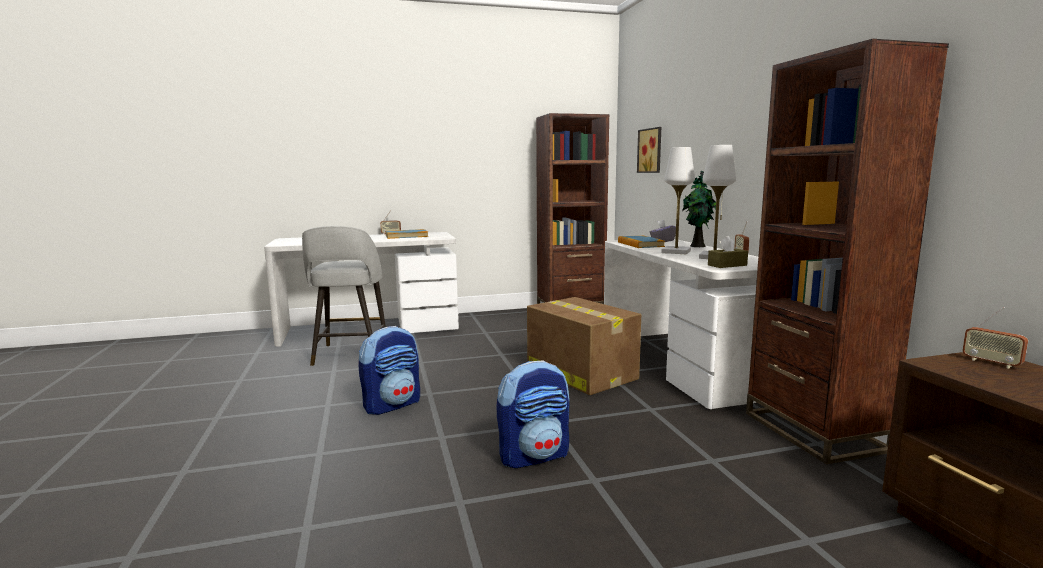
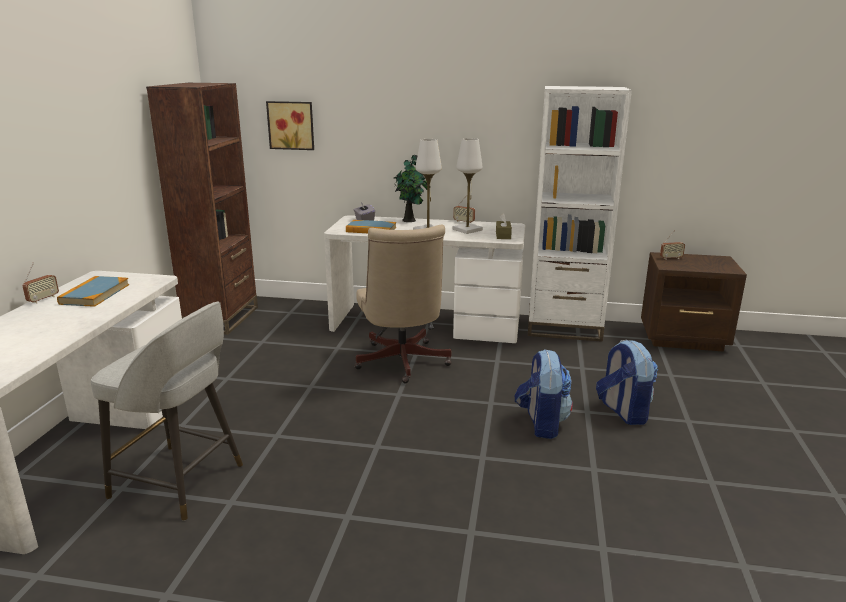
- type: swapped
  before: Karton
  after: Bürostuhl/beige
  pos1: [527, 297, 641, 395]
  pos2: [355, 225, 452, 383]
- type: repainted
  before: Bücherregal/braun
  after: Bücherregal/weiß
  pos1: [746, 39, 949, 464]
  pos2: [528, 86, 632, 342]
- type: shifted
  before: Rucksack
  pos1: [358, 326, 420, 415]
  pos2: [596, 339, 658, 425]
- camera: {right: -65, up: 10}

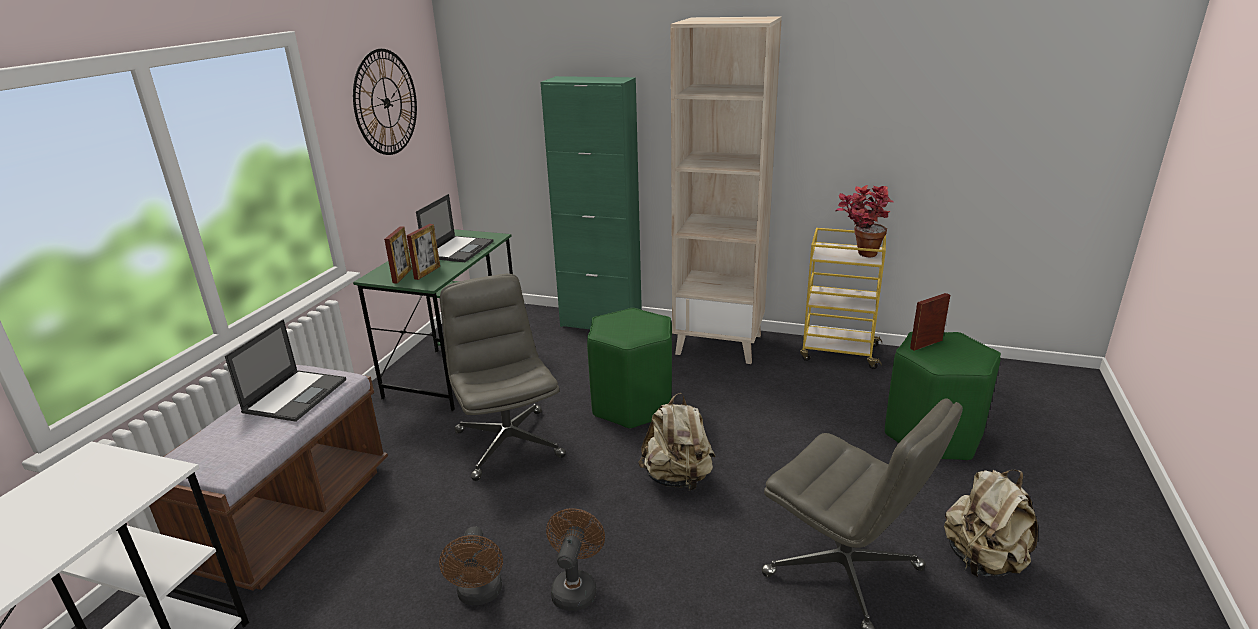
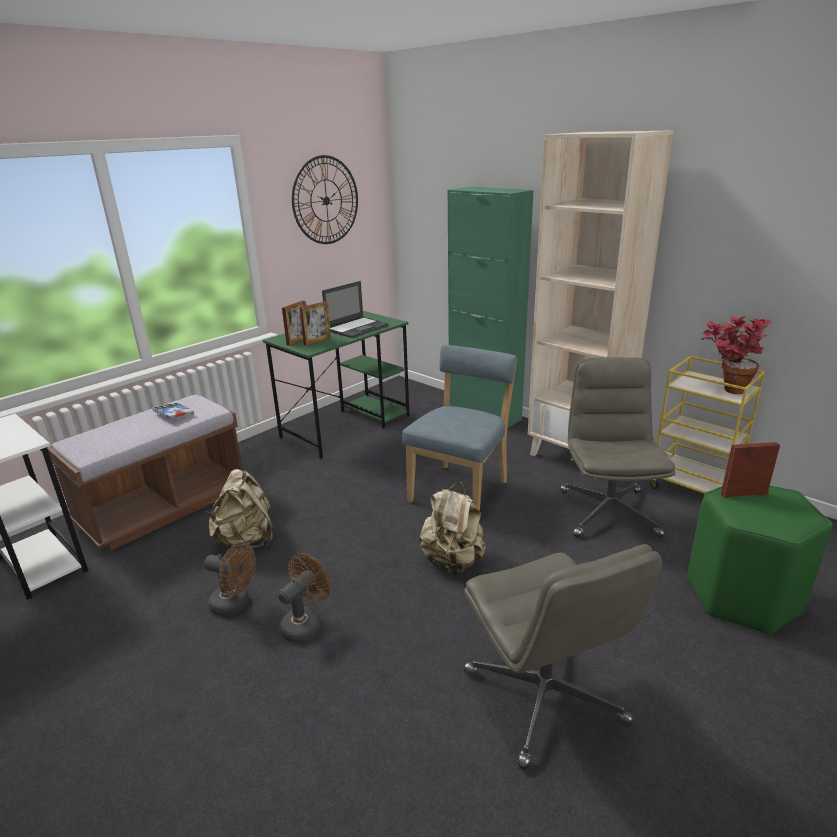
- type: swapped
  before: Laptop
  after: Buch
  pos1: [225, 319, 346, 422]
  pos2: [153, 403, 194, 420]
- type: rotated
  before: Ventilator/braun
  pos1: [439, 526, 503, 605]
  pos2: [204, 542, 256, 616]
  turn: -90
- type: shifted
  before: Rucksack/beige
  pos1: [944, 470, 1038, 577]
  pos2: [206, 469, 273, 549]
- type: swapped
  before: Hocker/grün
  after: Stuhl/blau
  pos1: [587, 308, 672, 429]
  pos2: [402, 345, 517, 510]
- type: shifted
  before: Bürostuhl/grau
  pos1: [440, 274, 566, 481]
  pos2: [560, 357, 675, 538]
- camera: {right: 25, up: 0}

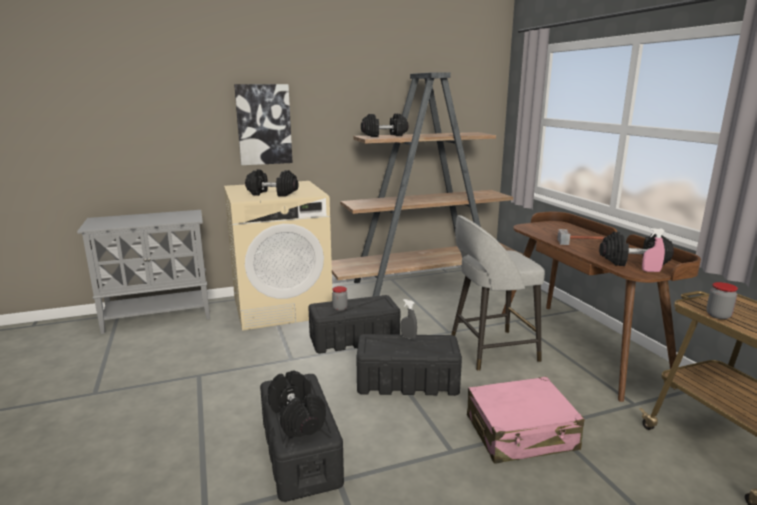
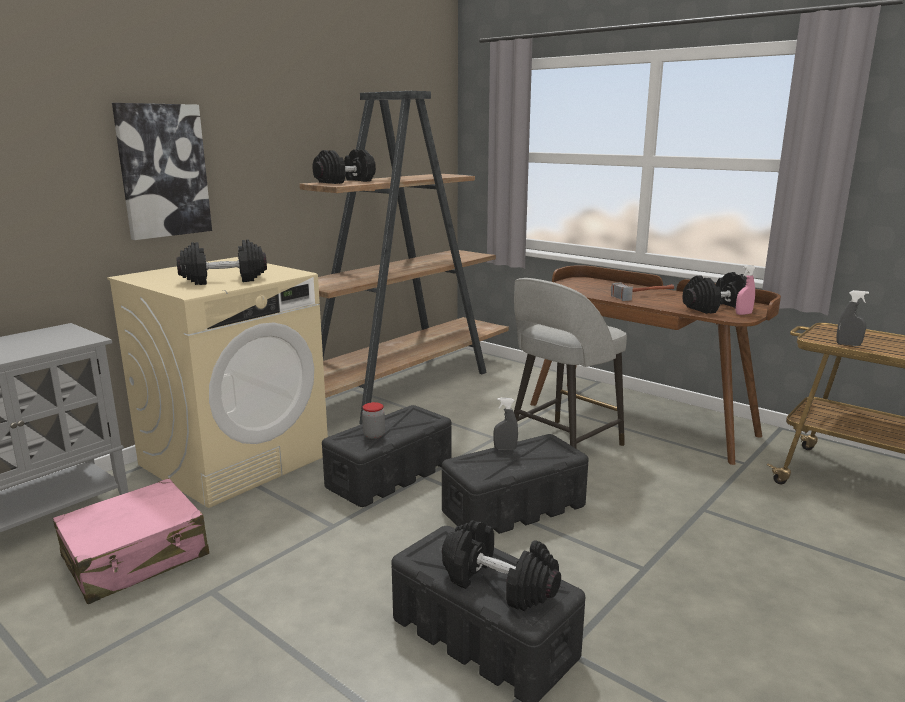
- type: shifted
  before: Koffer/rosa
  pos1: [467, 377, 585, 464]
  pos2: [53, 478, 209, 604]
- type: swapped
  before: Vorratsglas
  after: Sprühflasche/grau
  pos1: [706, 282, 738, 319]
  pos2: [836, 290, 869, 346]
- camera: {right: -30, up: 0}

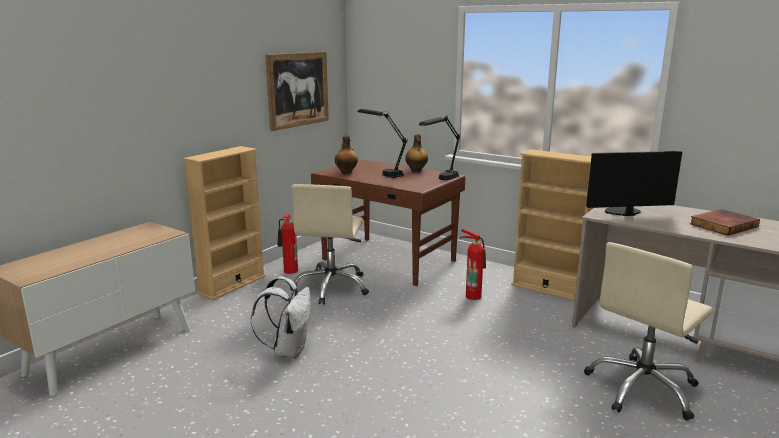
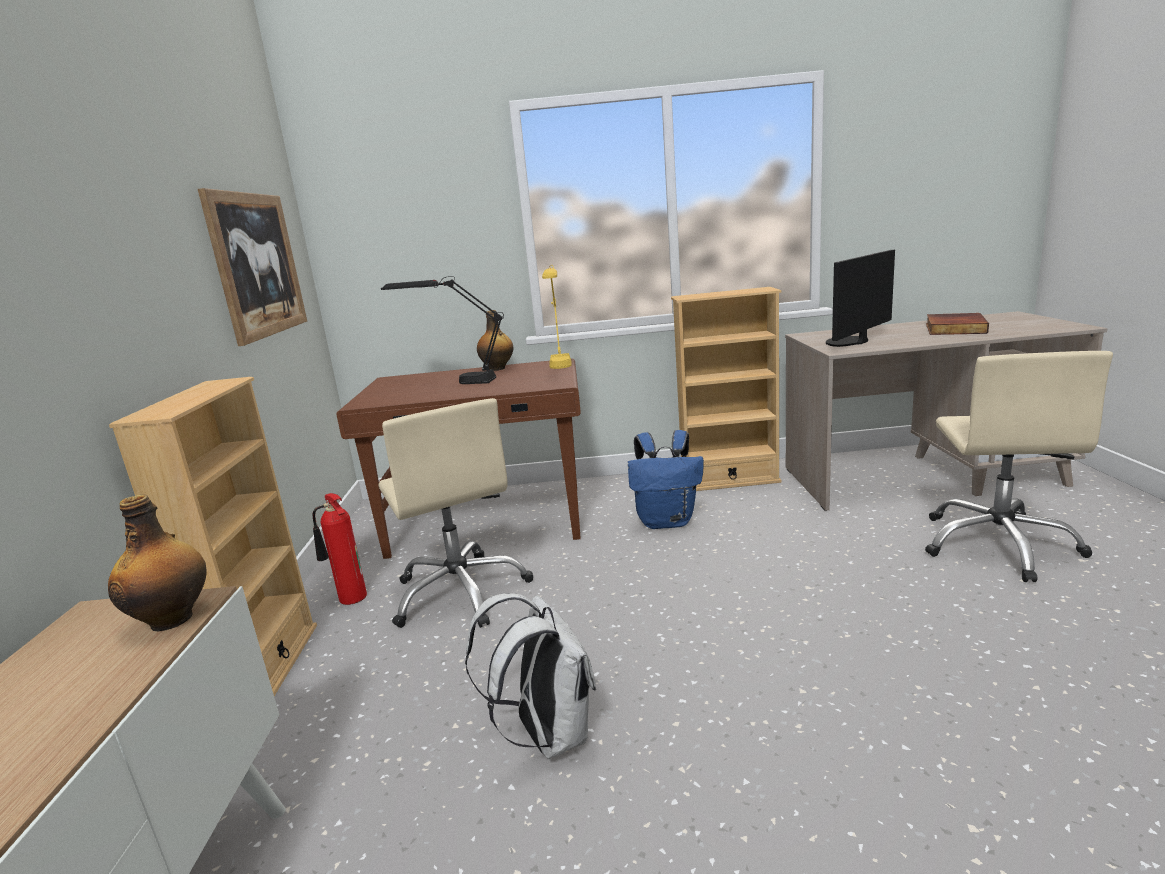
- type: shifted
  before: Flasche
  pos1: [335, 135, 358, 174]
  pos2: [108, 494, 207, 631]
- type: repainted
  before: Tischlampe/schwarz
  after: Tischlampe/gelb
  pos1: [419, 115, 460, 180]
  pos2: [542, 265, 572, 369]
- type: swapped
  before: Feuerlöscher
  after: Rucksack/blau
  pos1: [460, 229, 486, 300]
  pos2: [628, 430, 704, 529]
- camera: {right: -35, up: 0}

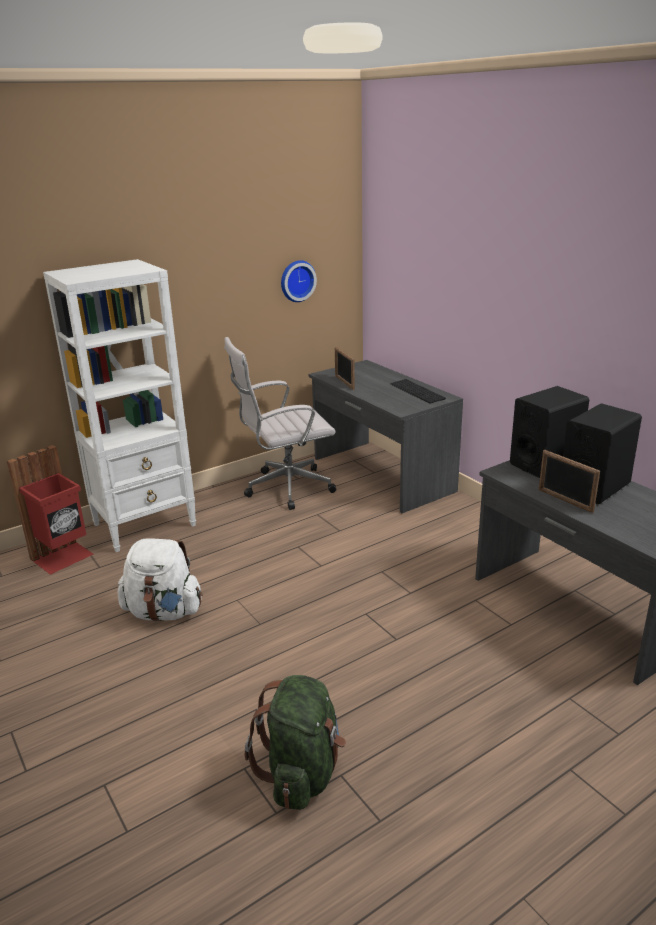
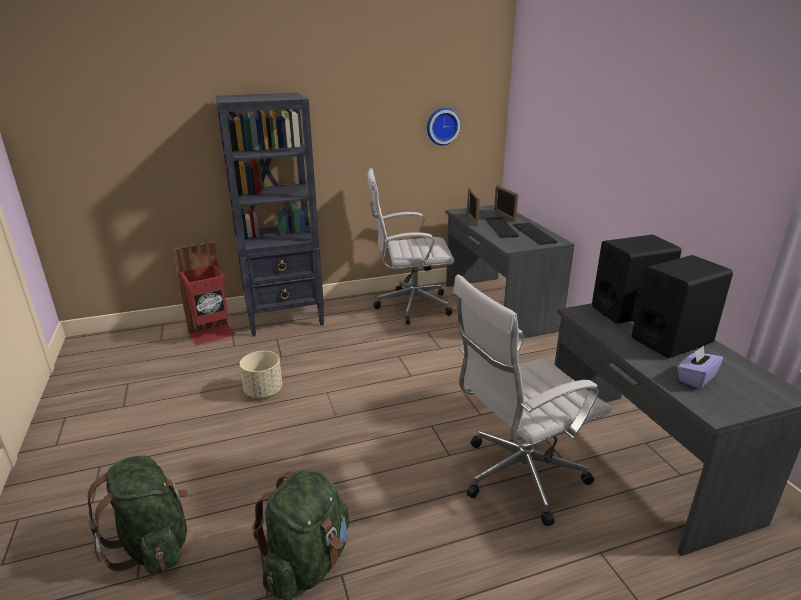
- type: new
  after: Rucksack/grün
  pos2: [87, 455, 189, 574]
- type: repainted
  before: Bücherregal/weiß
  after: Bücherregal/schwarz
  pos1: [43, 259, 196, 552]
  pos2: [215, 93, 324, 337]
- type: swapped
  before: Rucksack/weiß
  after: Pflanzkübel/beige
  pos1: [118, 538, 202, 621]
  pos2: [240, 351, 282, 398]
- type: new
  after: Bürostuhl/weiß
  pos2: [453, 275, 612, 526]
- type: new
  after: Tastatur
  pos2: [485, 217, 519, 238]
- type: shifted
  before: Bilderrahmen
  pos1: [539, 450, 600, 513]
  pos2: [494, 185, 519, 222]
- type: new
  after: Taschentuchbox/lila
  pos2: [677, 346, 723, 389]
- camera: {right: 15, up: 0}

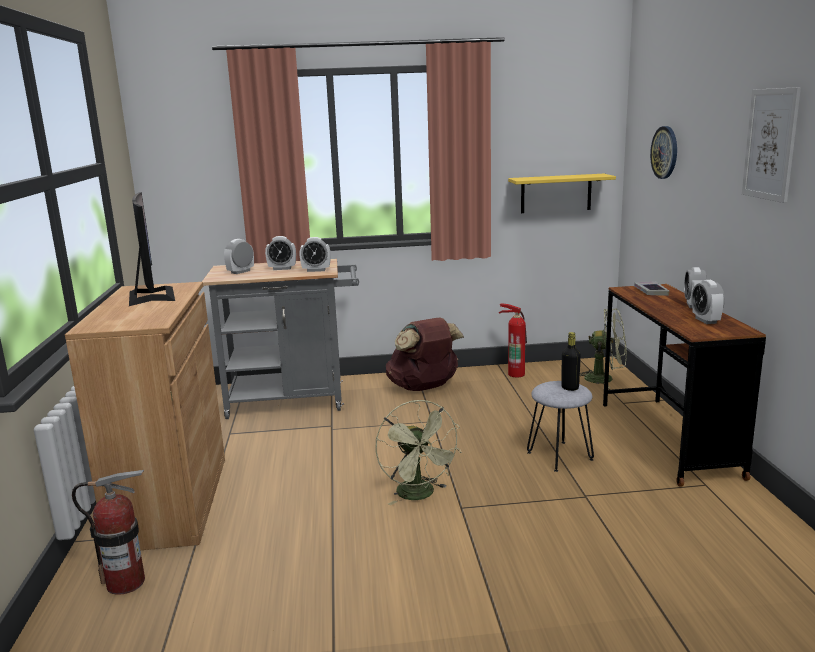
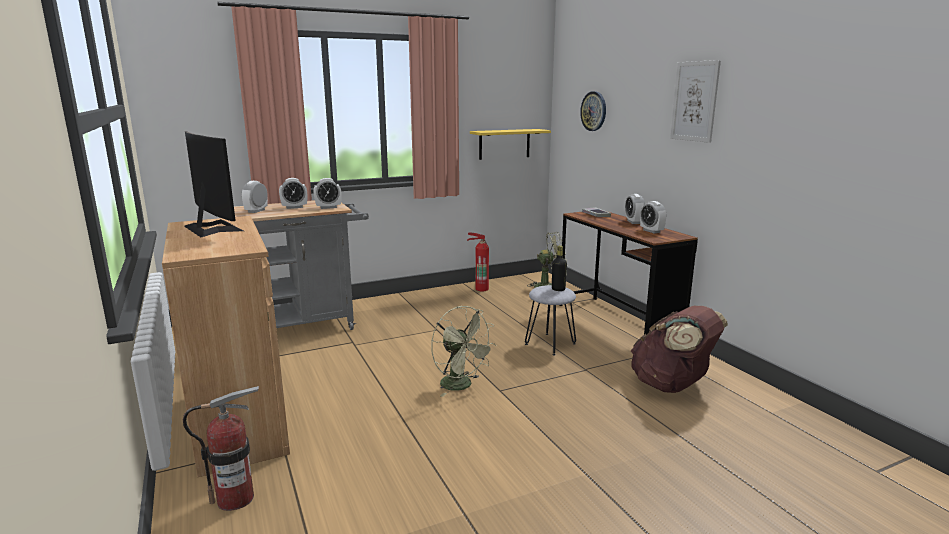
- type: shifted
  before: Rucksack/braun
  pos1: [386, 318, 464, 391]
  pos2: [631, 306, 728, 393]
- camera: {right: -20, up: 0}

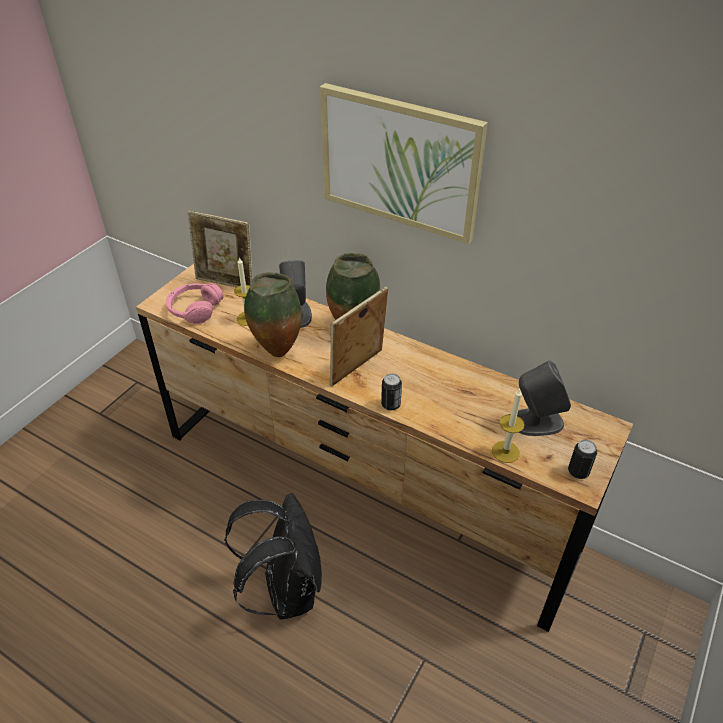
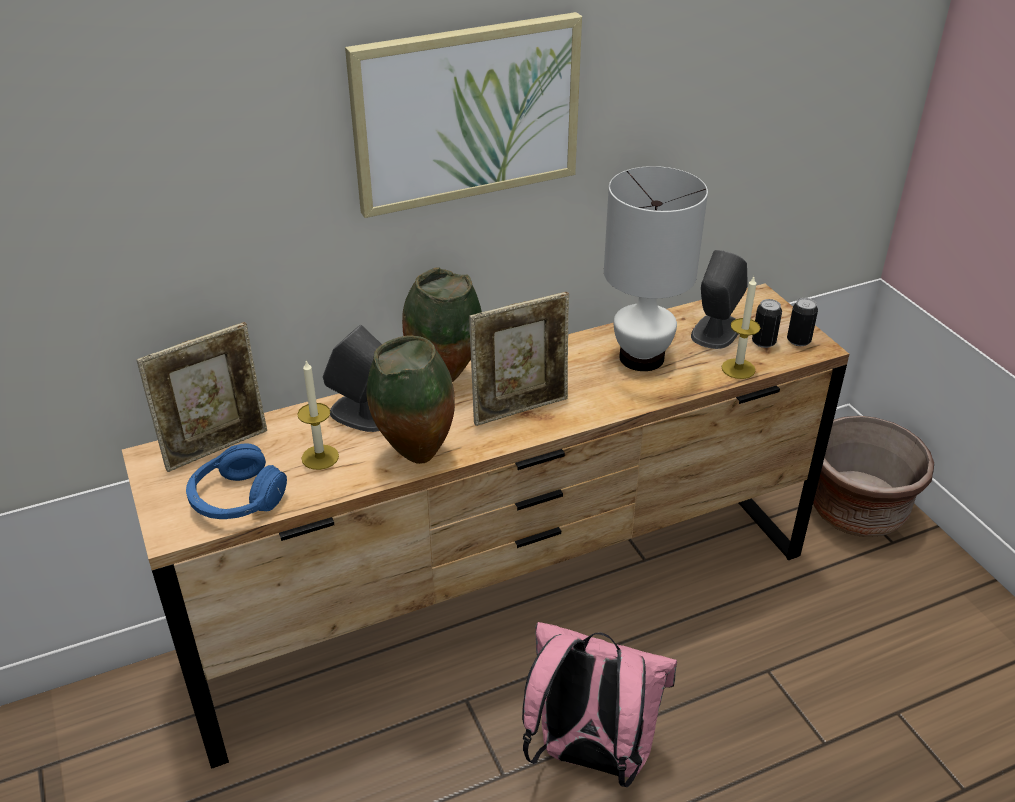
- type: repainted
  before: Kopfhörer/rosa
  after: Kopfhörer/blau
  pos1: [166, 283, 224, 324]
  pos2: [186, 444, 287, 519]
- type: rotated
  before: Bilderrahmen
  pos1: [330, 287, 388, 386]
  pos2: [469, 292, 569, 426]
  turn: -105
- type: repainted
  before: Rucksack/schwarz
  after: Rucksack/rosa
  pos1: [224, 493, 322, 619]
  pos2: [522, 622, 677, 787]
- type: new
  after: Tischlampe/weiß
  pos2: [604, 166, 708, 371]
- type: shifted
  before: Dose
  pos1: [381, 373, 402, 411]
  pos2: [752, 299, 782, 348]
- type: new
  after: Pflanzkübel/braun
  pos2: [813, 416, 934, 537]
- camera: {right: -55, up: -5}

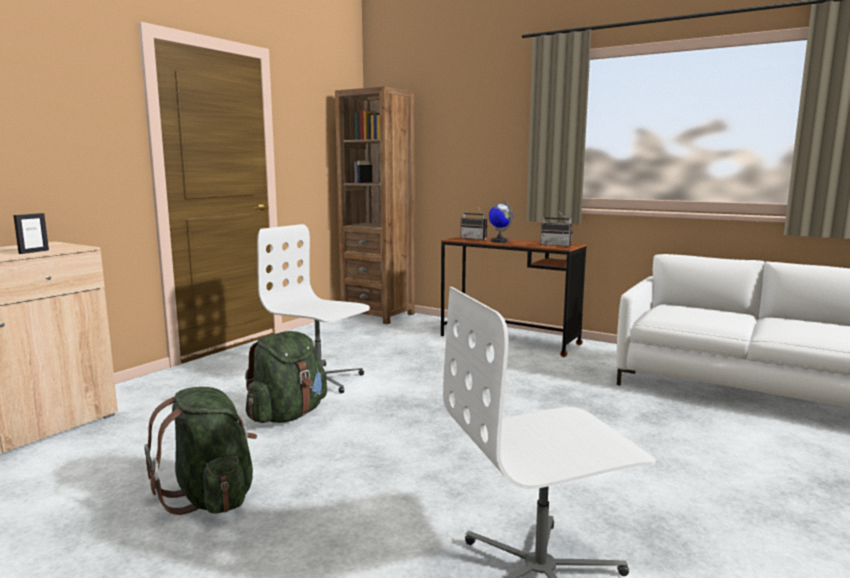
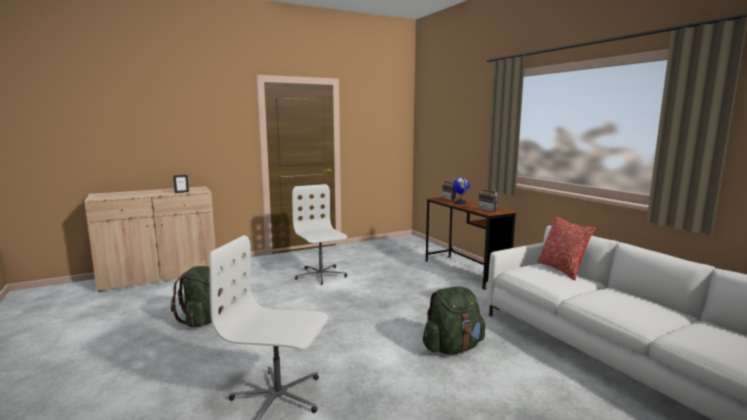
- type: shifted
  before: Rucksack/grün
  pos1: [245, 331, 327, 423]
  pos2: [423, 286, 485, 355]
- type: new
  after: Kissen
  pos2: [537, 216, 596, 280]
- type: gone
  before: Bücherregal/braun
  pos1: [335, 86, 415, 324]
- camera: {right: 30, up: 0}

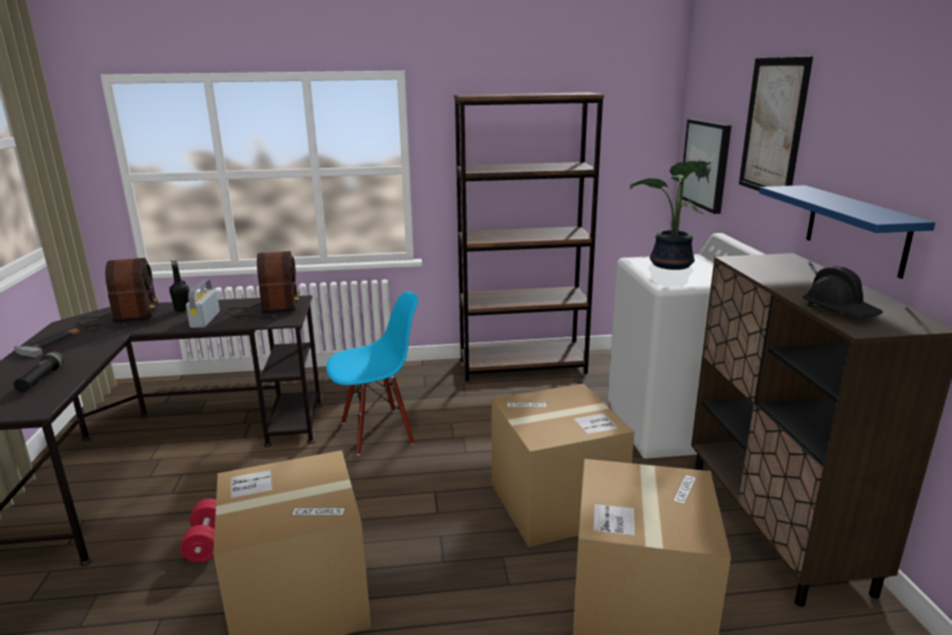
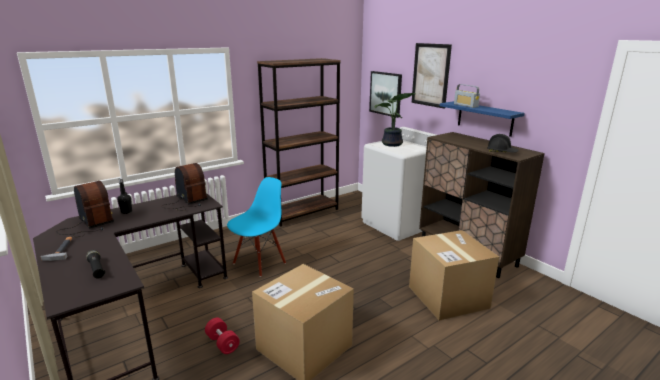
- type: shifted
  before: Radio
  pos1: [186, 280, 220, 328]
  pos2: [454, 84, 480, 108]
- type: gone
  before: Karton
  pos1: [492, 384, 634, 547]
- camera: {right: -30, up: 0}

